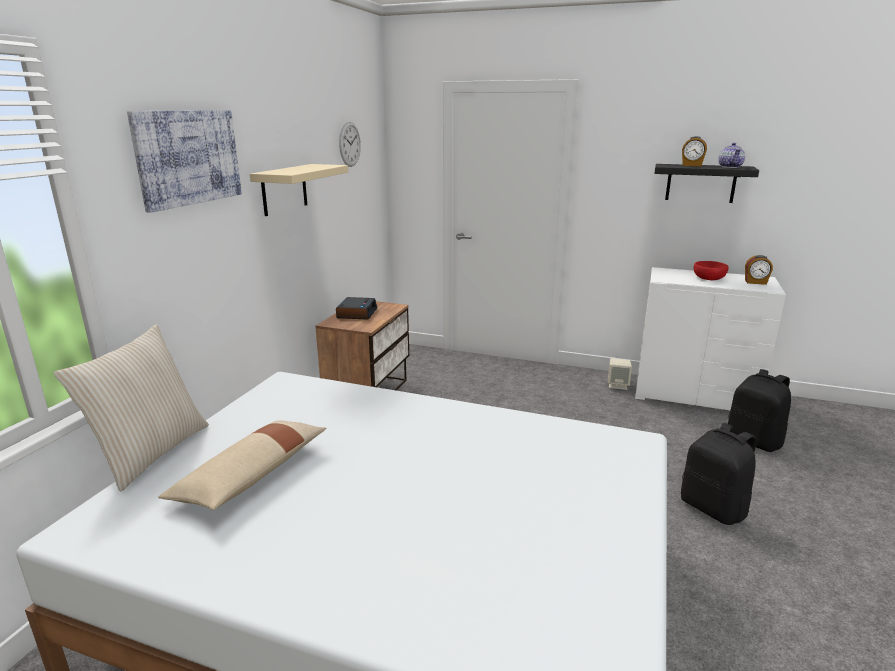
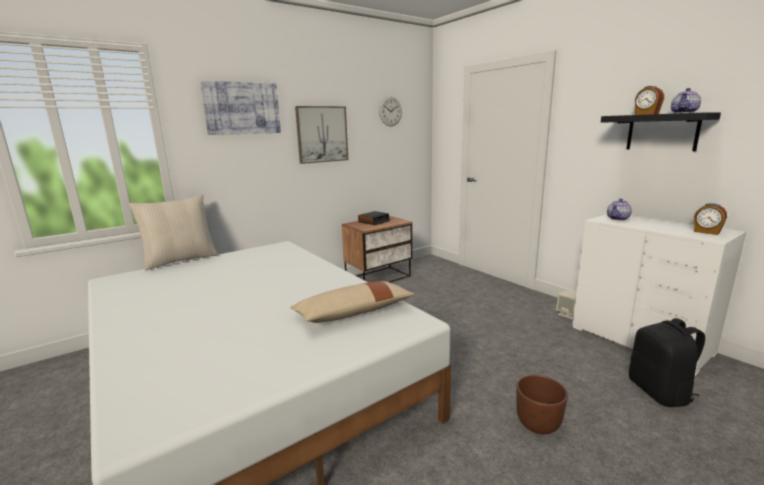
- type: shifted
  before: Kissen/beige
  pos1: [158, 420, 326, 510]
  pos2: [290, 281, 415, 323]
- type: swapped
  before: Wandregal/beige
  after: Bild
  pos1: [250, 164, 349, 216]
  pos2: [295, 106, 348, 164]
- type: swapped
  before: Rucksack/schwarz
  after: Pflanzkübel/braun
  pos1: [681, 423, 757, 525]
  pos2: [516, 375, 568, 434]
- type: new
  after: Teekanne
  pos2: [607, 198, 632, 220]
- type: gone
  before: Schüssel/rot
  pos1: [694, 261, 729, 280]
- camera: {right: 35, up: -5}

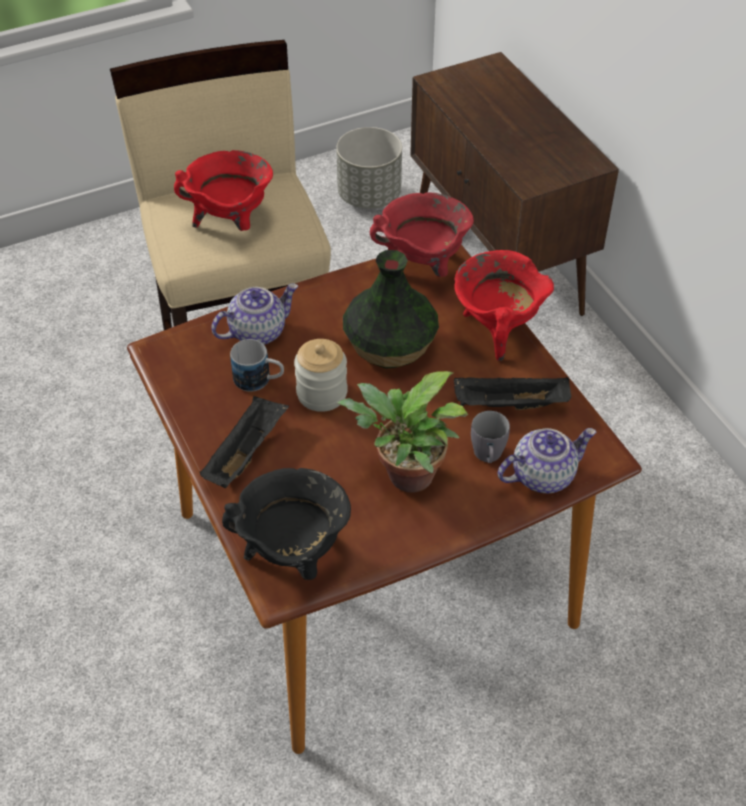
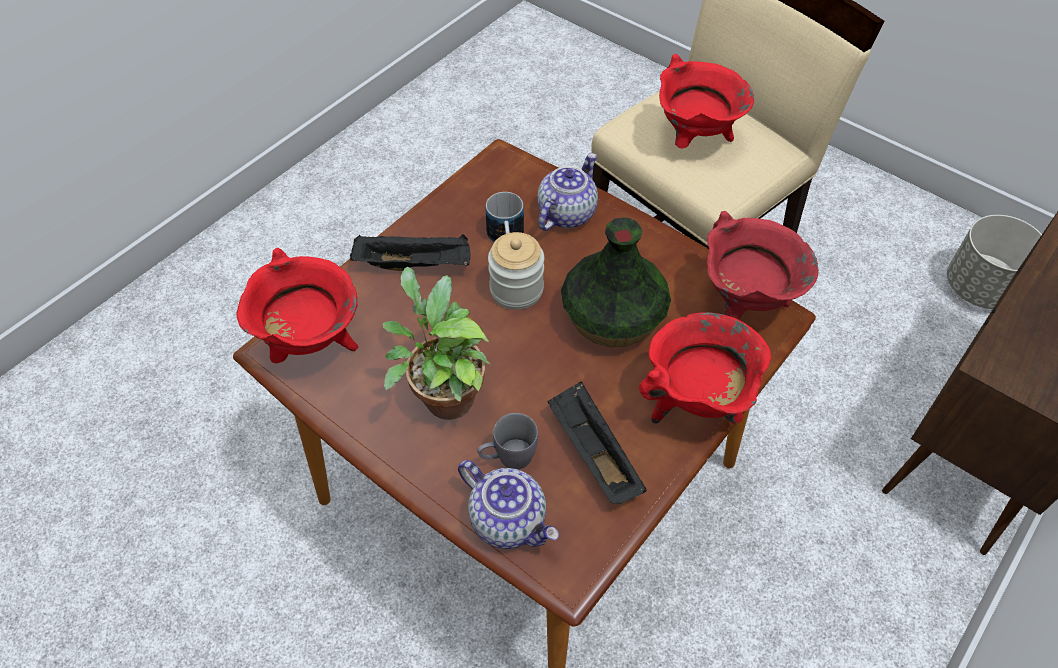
- type: repainted
  before: Kochtopf/schwarz
  after: Kochtopf/rot
  pos1: [222, 468, 351, 580]
  pos2: [236, 248, 358, 363]
- type: rotated
  before: Teekanne
  pos1: [211, 283, 299, 345]
  pos2: [537, 153, 598, 231]
  turn: -90
- camera: {right: 65, up: 5}

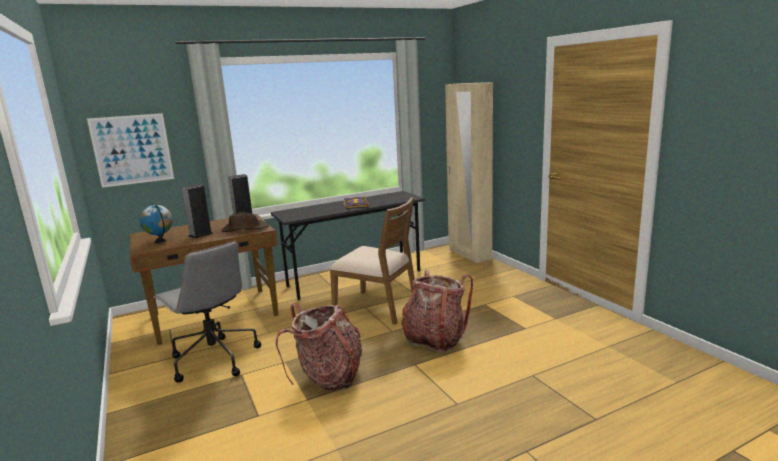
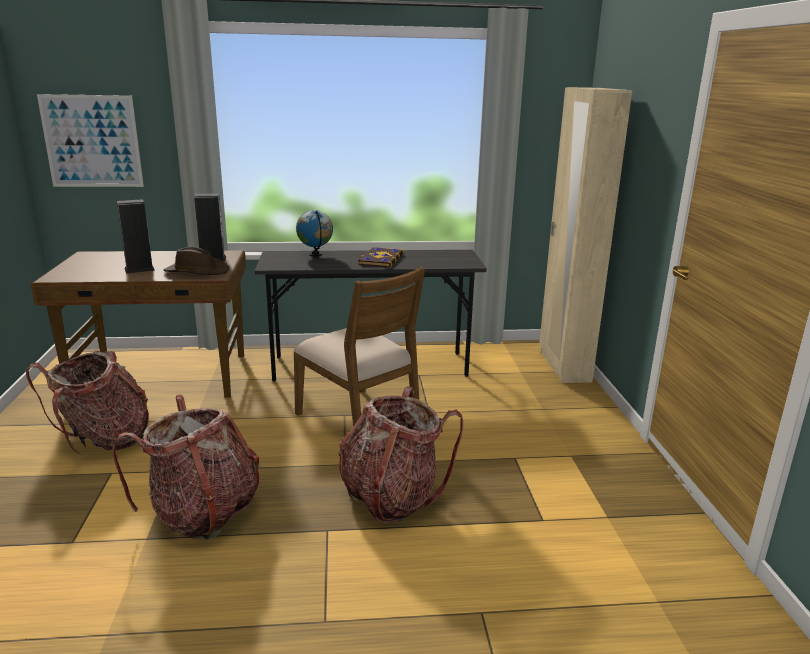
- type: swapped
  before: Bürostuhl/grau
  after: Rucksack
  pos1: [153, 241, 261, 383]
  pos2: [26, 350, 149, 456]
- type: shifted
  before: Globus
  pos1: [139, 205, 173, 243]
  pos2: [296, 210, 333, 257]
- camera: {right: 20, up: 5}

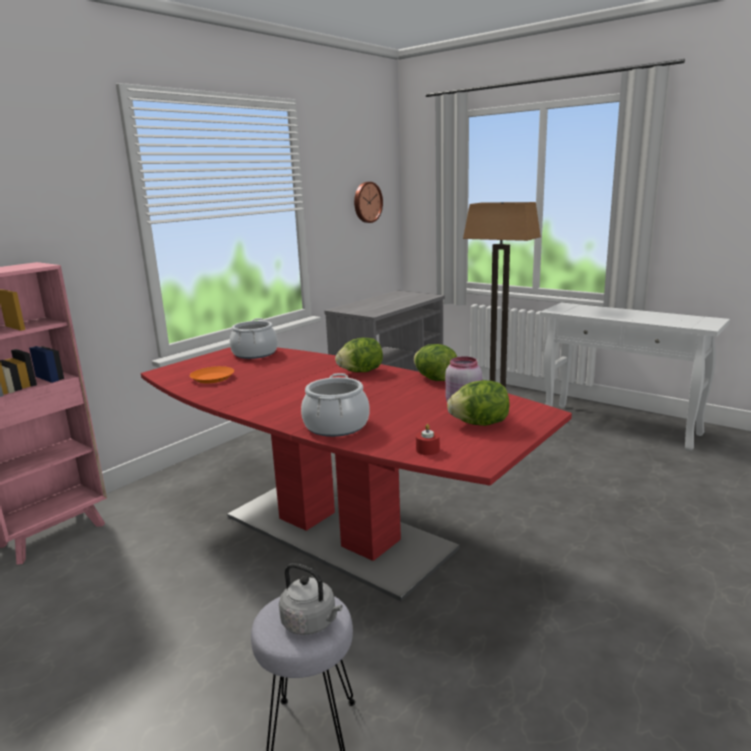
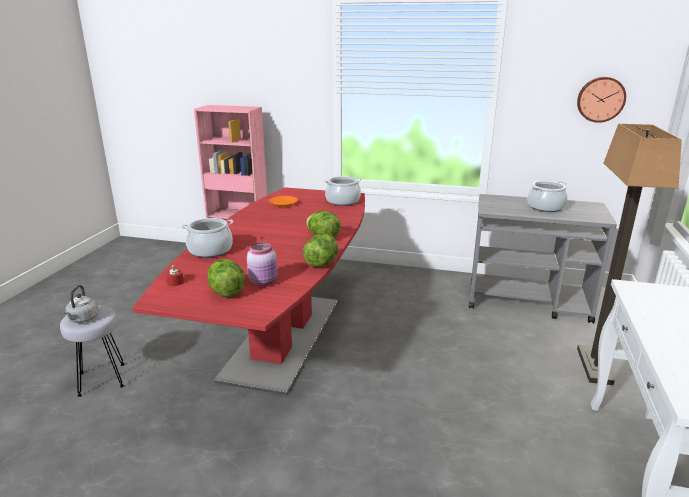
- type: new
  after: Kochtopf
  pos2: [527, 181, 568, 212]
- camera: {right: 65, up: 5}

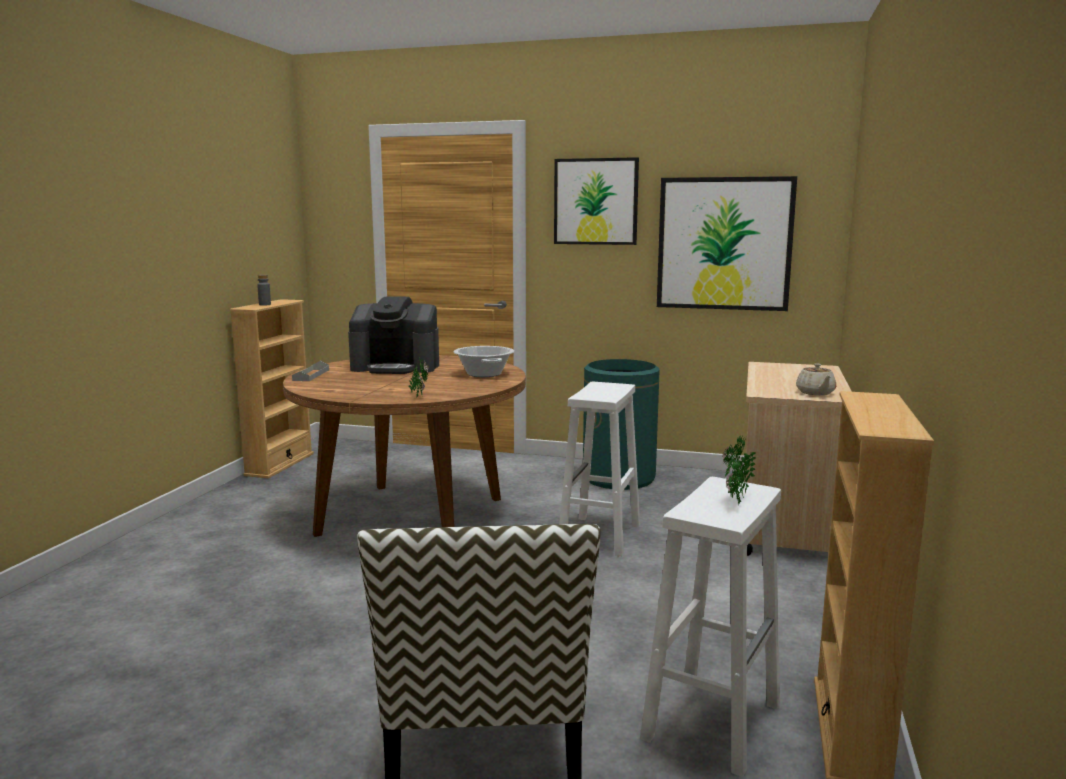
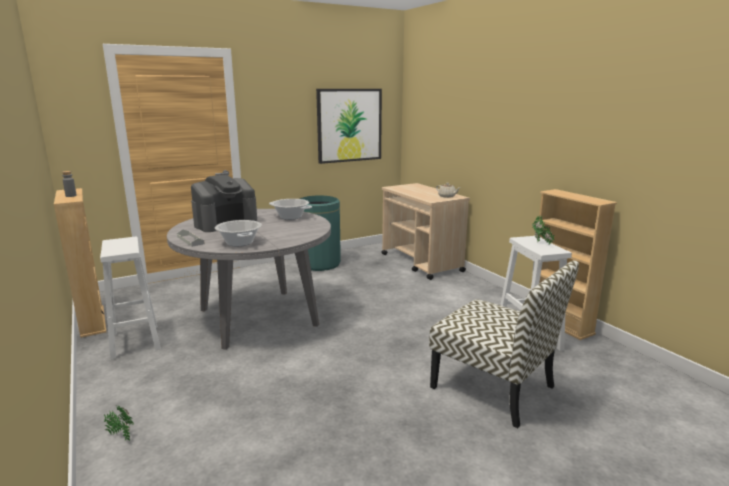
- type: shifted
  before: Hocker/weiß
  pos1: [559, 382, 640, 556]
  pos2: [100, 237, 161, 360]
- type: shifted
  before: Topfpflanze
  pos1: [408, 356, 429, 398]
  pos2: [104, 405, 134, 441]
- type: repainted
  before: Esstisch/braun
  after: Esstisch/grau
  pos1: [283, 355, 526, 537]
  pos2: [167, 209, 331, 350]
- type: new
  after: Kochtopf
  pos2: [215, 220, 262, 246]
- type: gone
  before: Bild
  pos1: [554, 157, 639, 245]
- camera: {right: -45, up: 5}

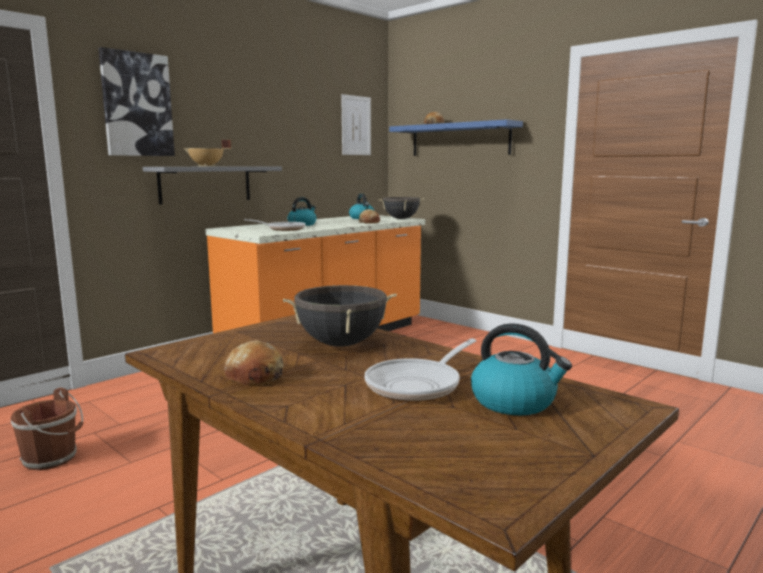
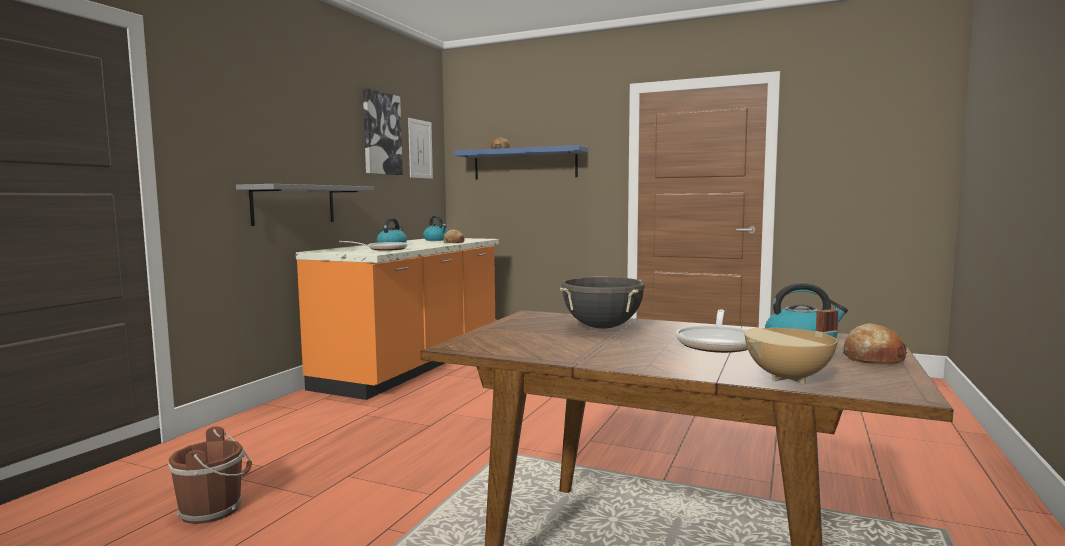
- type: shifted
  before: Bild
  pos1: [98, 47, 175, 156]
  pos2: [363, 88, 403, 175]
- type: shifted
  before: Kochtopf/beige
  pos1: [183, 140, 231, 166]
  pos2: [744, 309, 838, 384]
- type: shifted
  before: Brot
  pos1: [224, 340, 284, 386]
  pos2: [842, 324, 907, 364]
- type: gone
  before: Kochtopf/schwarz
  pos1: [379, 197, 424, 219]
- camera: {right: -20, up: -5}

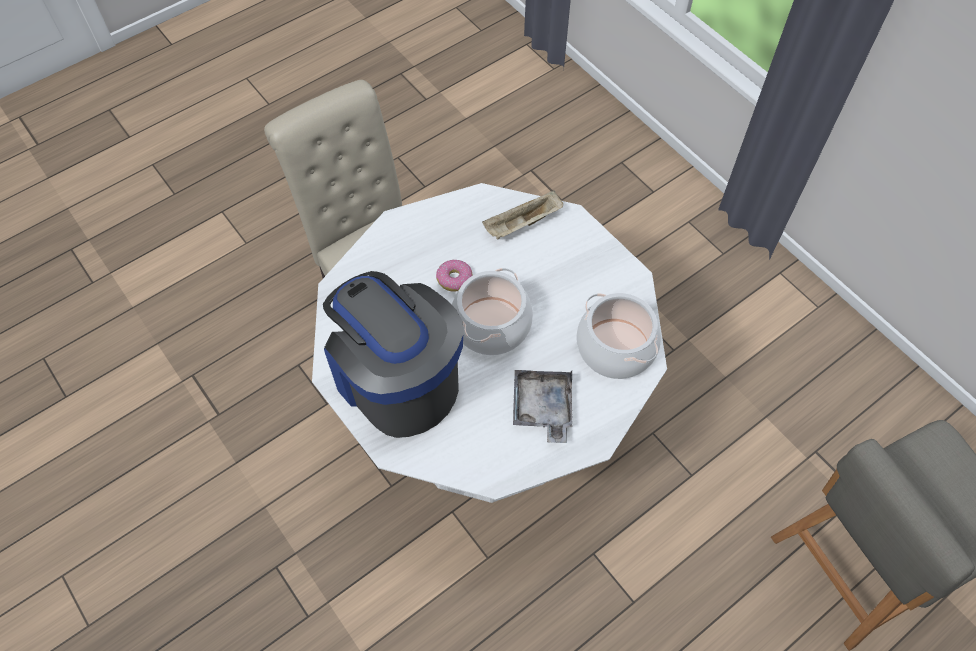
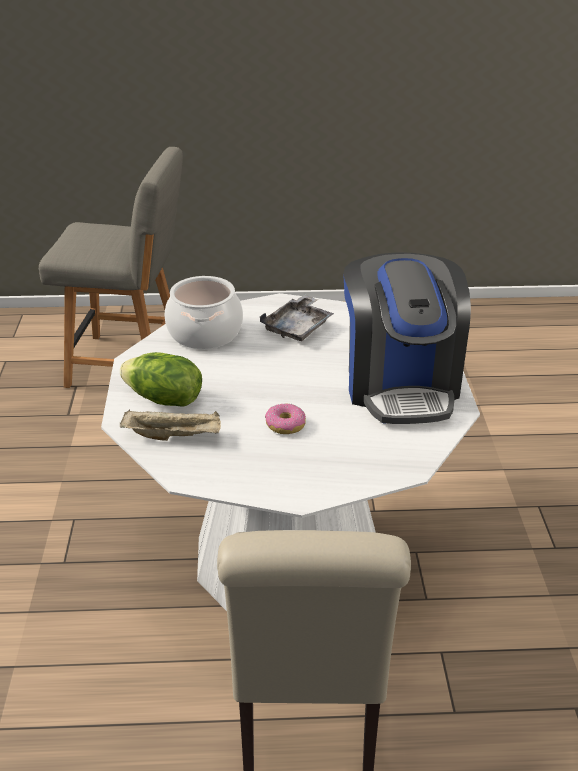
- type: new
  after: Salatkopf
  pos2: [120, 352, 202, 407]
- type: gone
  before: Kochtopf
  pos1: [452, 268, 533, 356]
- camera: {right: -145, up: -25}

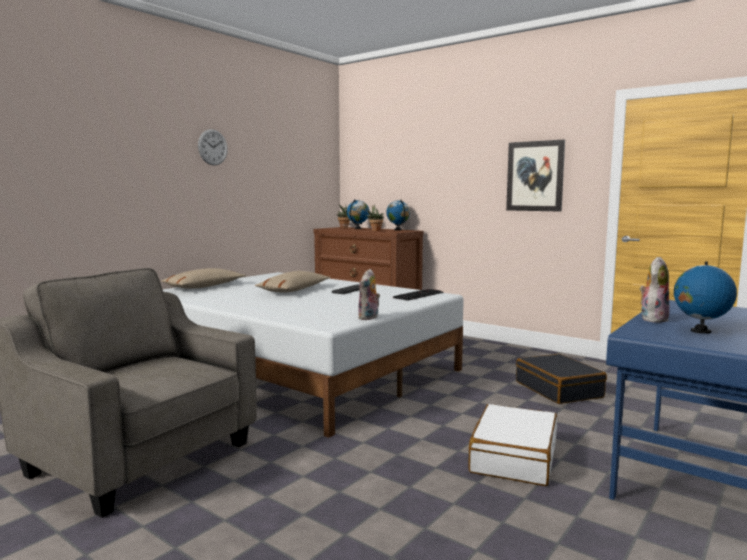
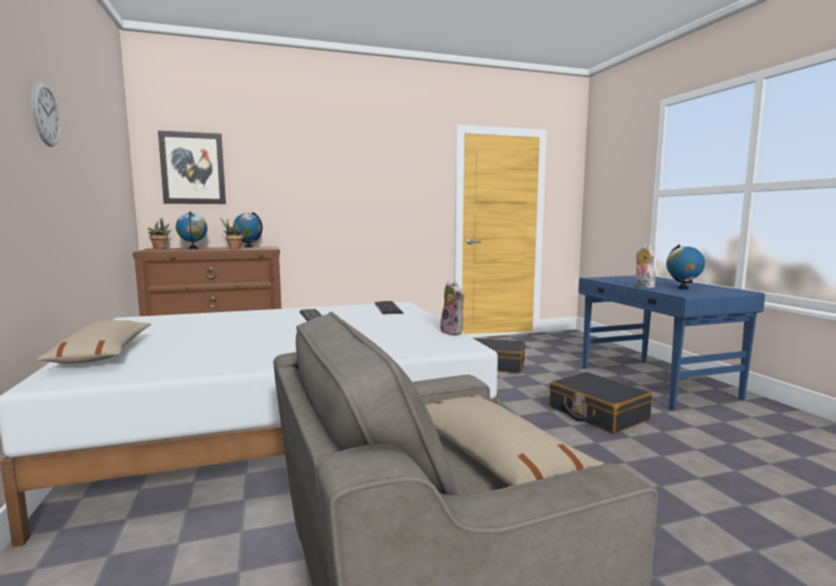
- type: shifted
  before: Bild
  pos1: [506, 140, 565, 212]
  pos2: [158, 131, 226, 204]
- type: shifted
  before: Kissen/beige
  pos1: [255, 271, 331, 292]
  pos2: [425, 395, 605, 486]
- type: repainted
  before: Koffer/weiß
  after: Koffer/schwarz
  pos1: [468, 404, 557, 486]
  pos2: [549, 372, 652, 434]
- camera: {right: -55, up: 0}

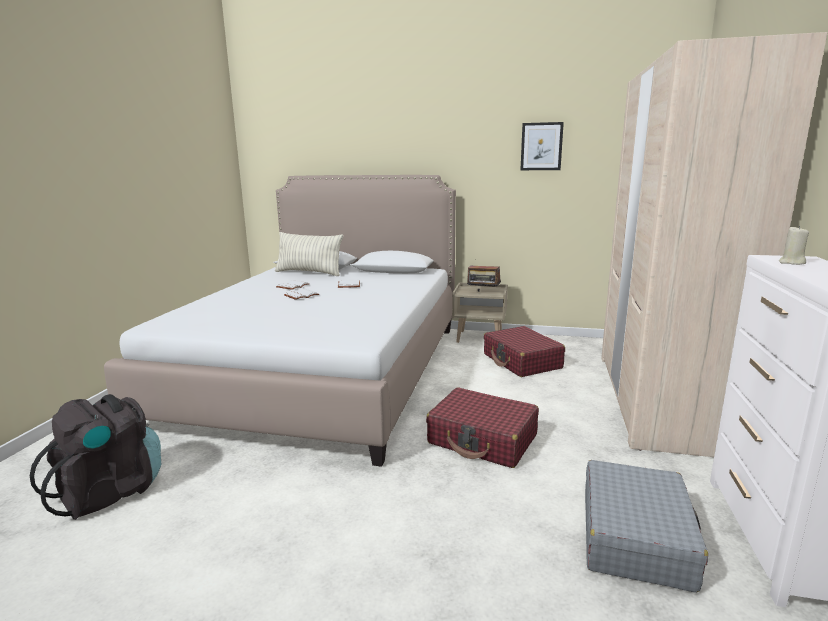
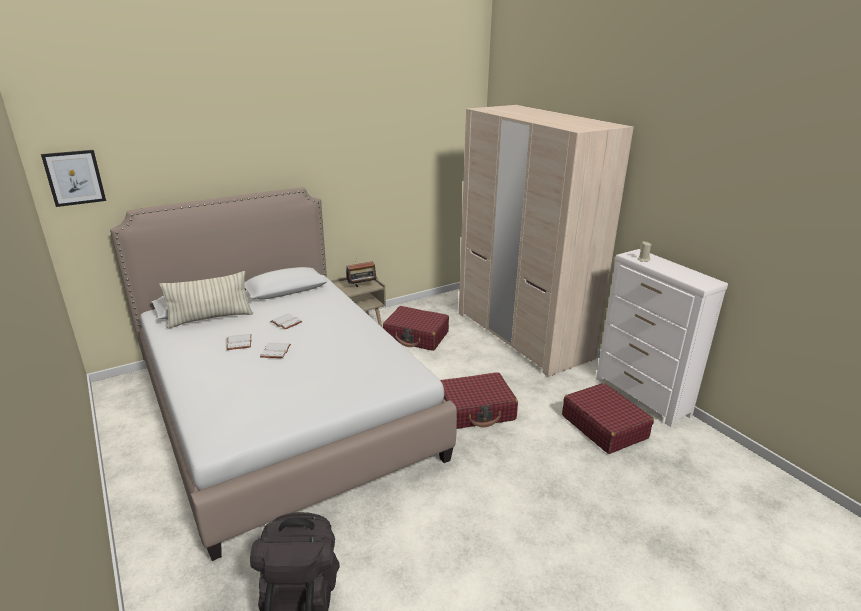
- type: shifted
  before: Bild
  pos1: [521, 122, 564, 170]
  pos2: [41, 150, 106, 207]
- type: repainted
  before: Koffer/grau
  after: Koffer/rot
  pos1: [585, 460, 708, 593]
  pos2: [562, 383, 654, 454]
- camera: {right: -45, up: 10}

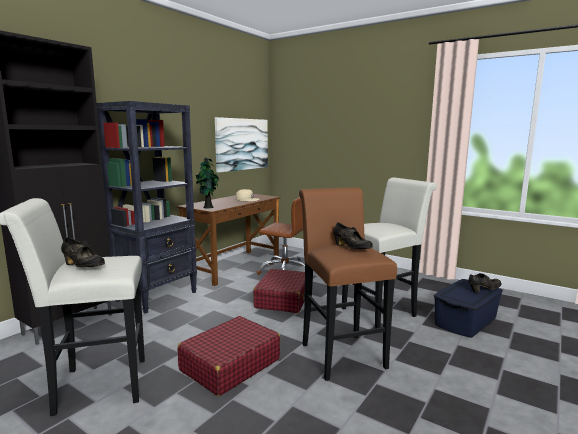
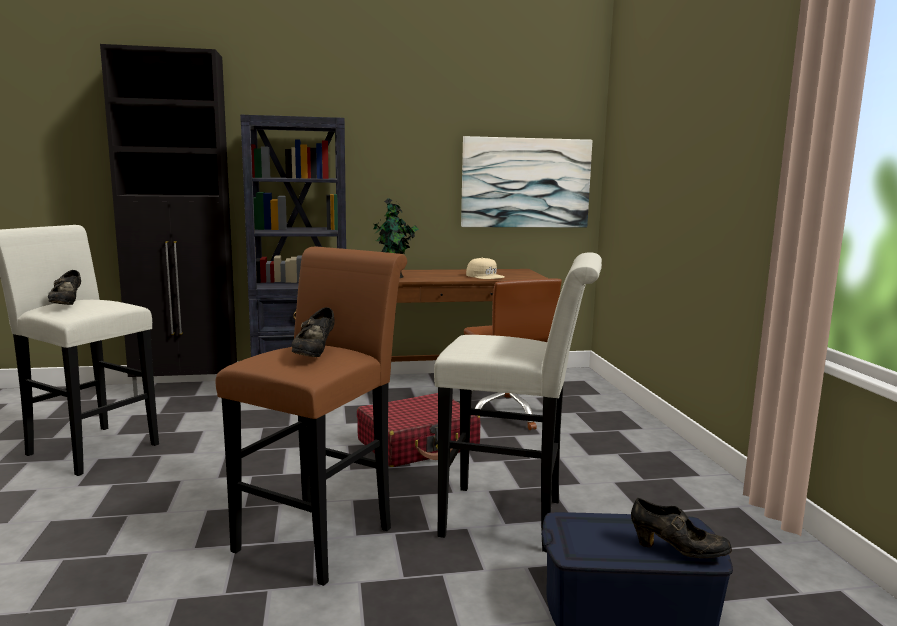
- type: gone
  before: Koffer/rot
  pos1: [178, 316, 280, 396]
- camera: {right: 45, up: 0}

